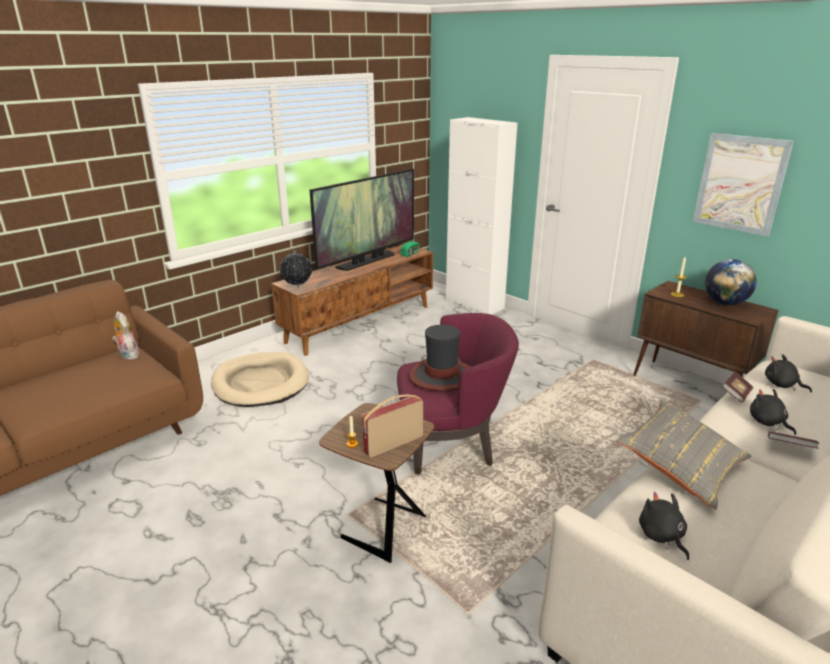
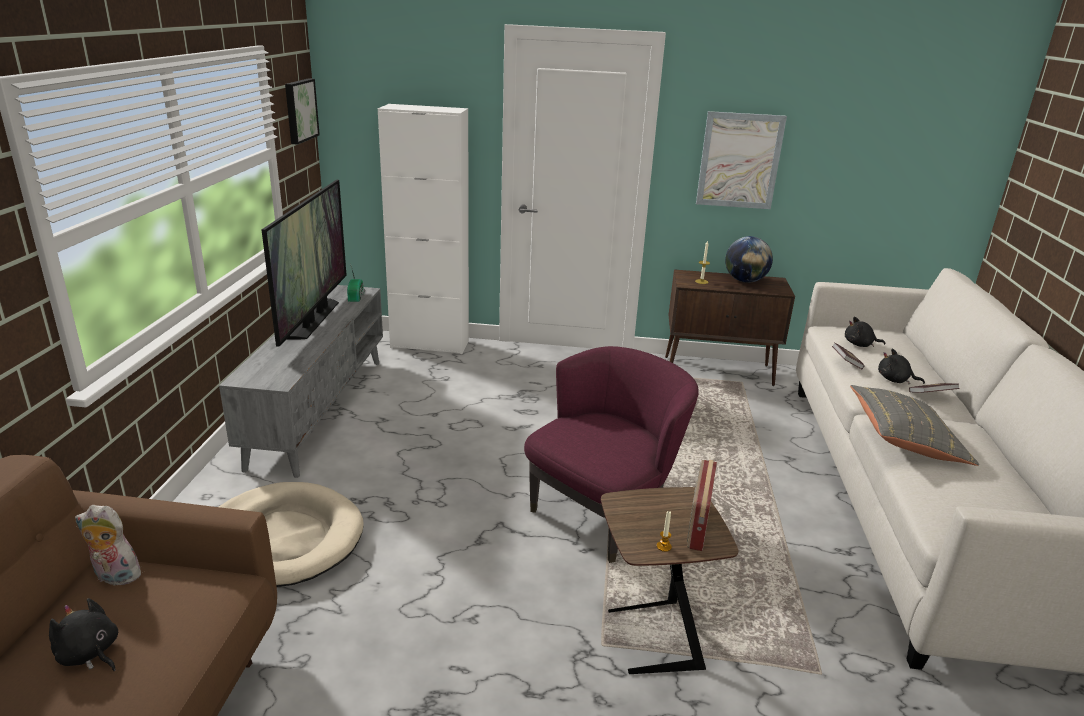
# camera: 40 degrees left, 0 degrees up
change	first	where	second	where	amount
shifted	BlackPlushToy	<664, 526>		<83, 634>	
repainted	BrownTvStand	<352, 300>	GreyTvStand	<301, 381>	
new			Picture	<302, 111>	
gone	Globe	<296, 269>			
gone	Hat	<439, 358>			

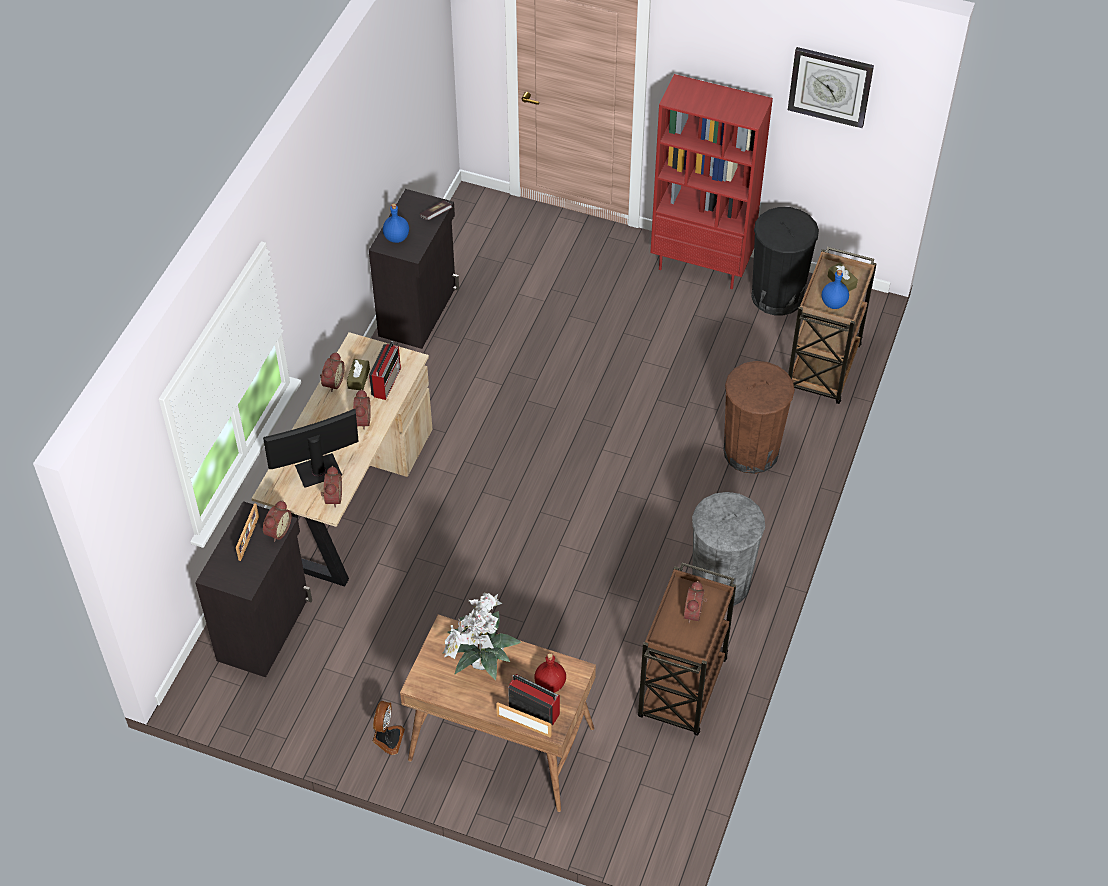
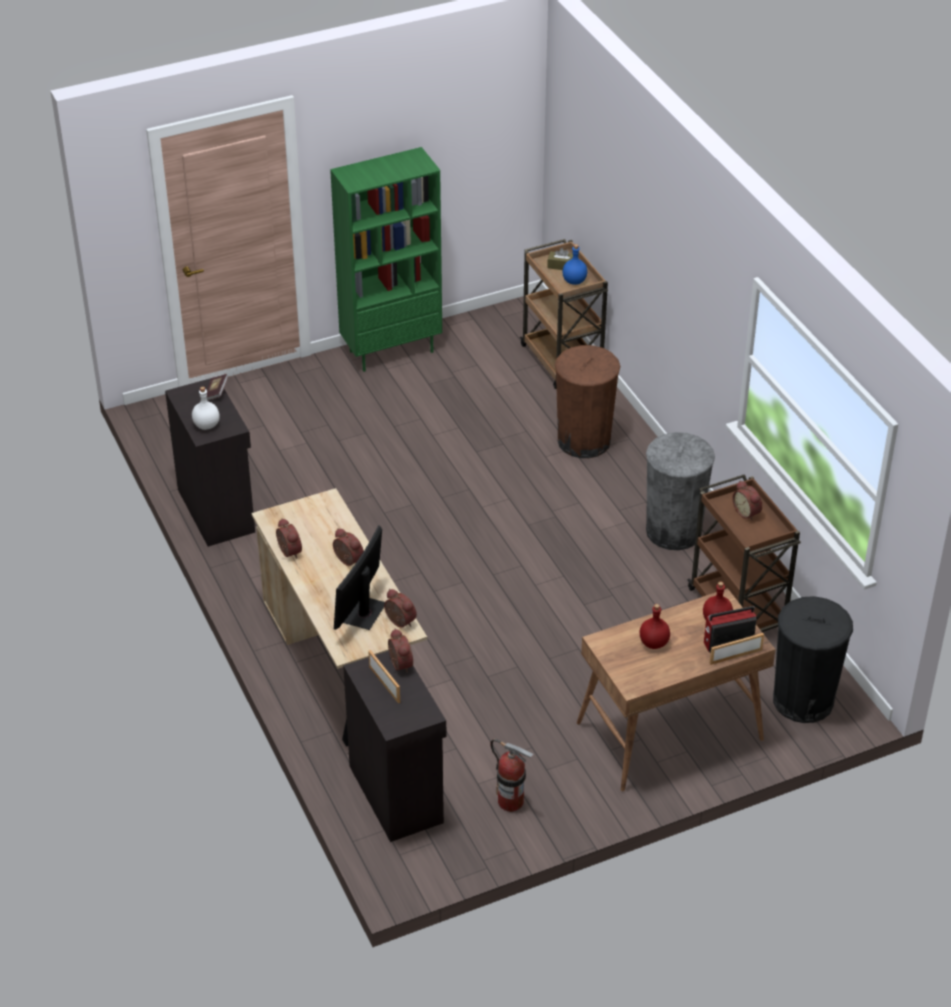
# camera: 45 degrees left, 10 degrees down
change	first	where	second	where	amount
repainted	BlueBottle	<396, 223>	WhiteBottle	<206, 408>	
repainted	RedBookcase	<711, 181>	GreenBookcase	<386, 259>	
new			FireExtinguisher	<512, 775>	
swapped	PottedPlant	<482, 636>	RedBottle	<655, 626>	
shifted	BlackTrashCan	<785, 261>		<813, 659>	
gone	BrownTissueBox	<358, 374>			
gone	Radio	<385, 370>			
gone	Fan	<389, 728>			
gone	WallClock	<831, 87>			

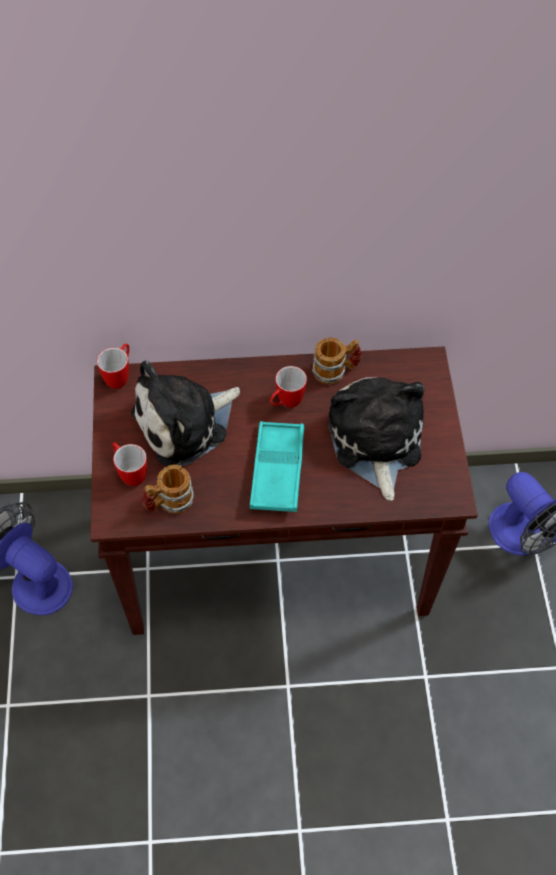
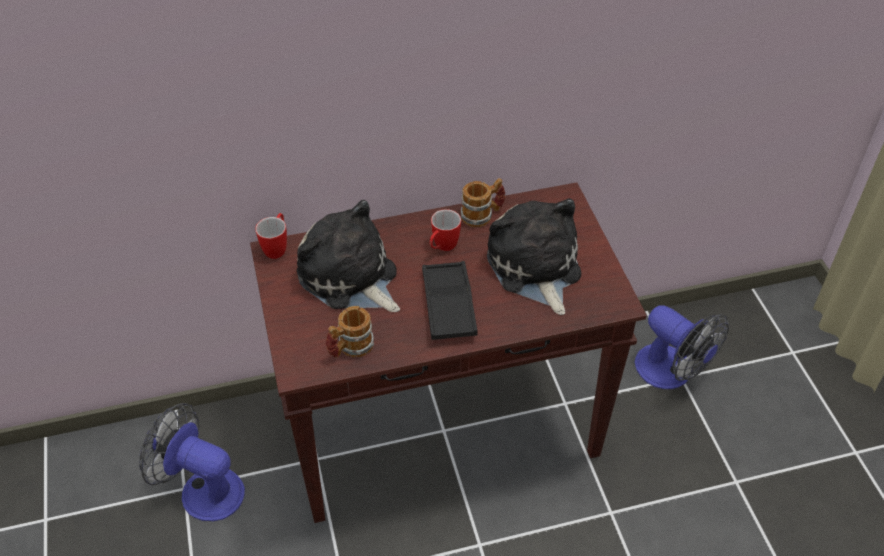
# camera: 10 degrees left, 10 degrees down
change	first	where	second	where	amount
rotated	PlushToy	<185, 413>		<348, 256>	90 degrees clockwise
repainted	TurquoiseTray	<277, 466>	BlackTray	<450, 300>	
gone	Mug	<129, 464>			

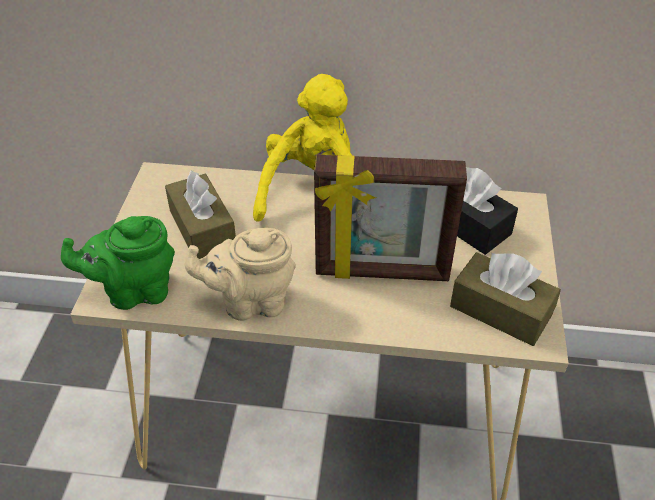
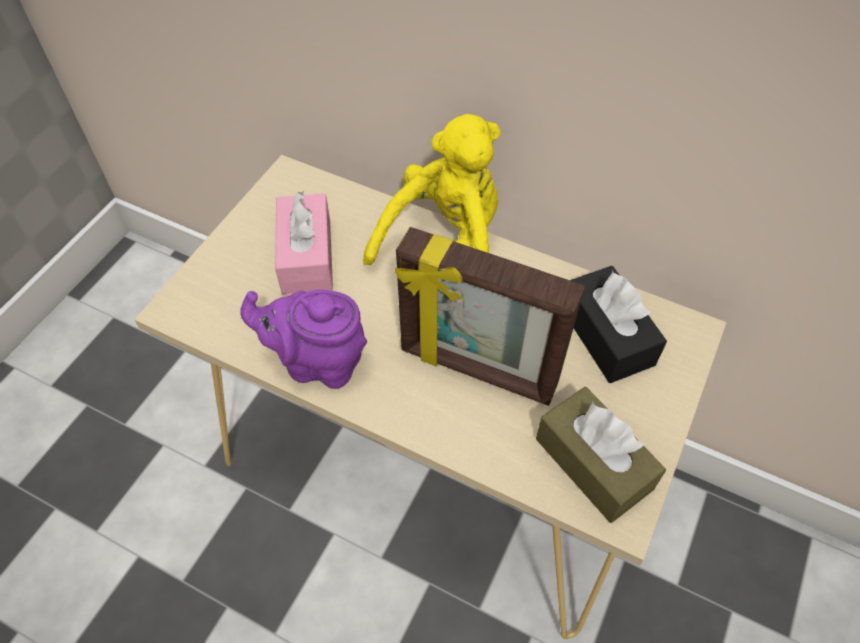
# camera: 20 degrees right, 10 degrees up
change	first	where	second	where	amount
repainted	BeigeTeapot	<240, 274>	PurpleTeapot	<303, 339>	
repainted	BrownTissueBox	<200, 215>	PinkTissueBox	<304, 242>	
gone	GreenTeapot	<118, 263>			

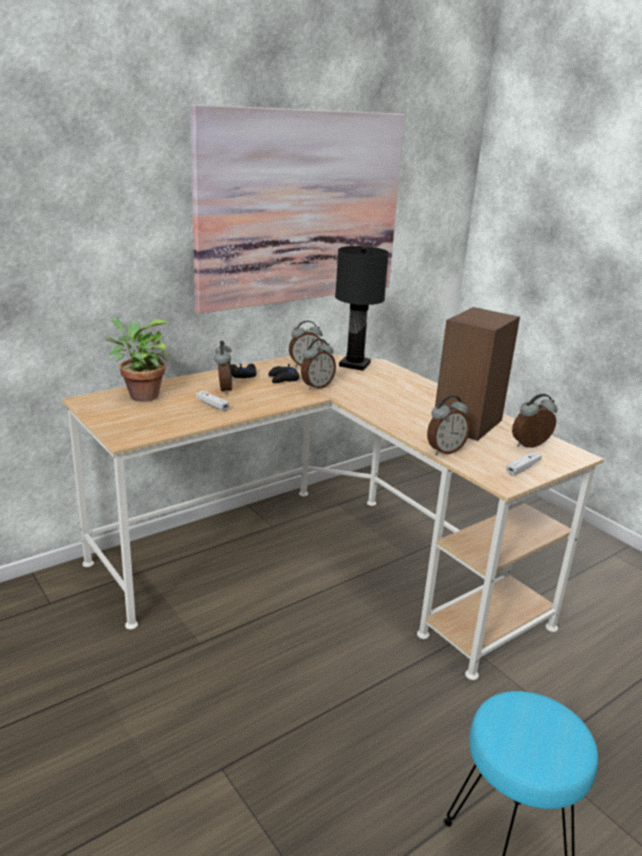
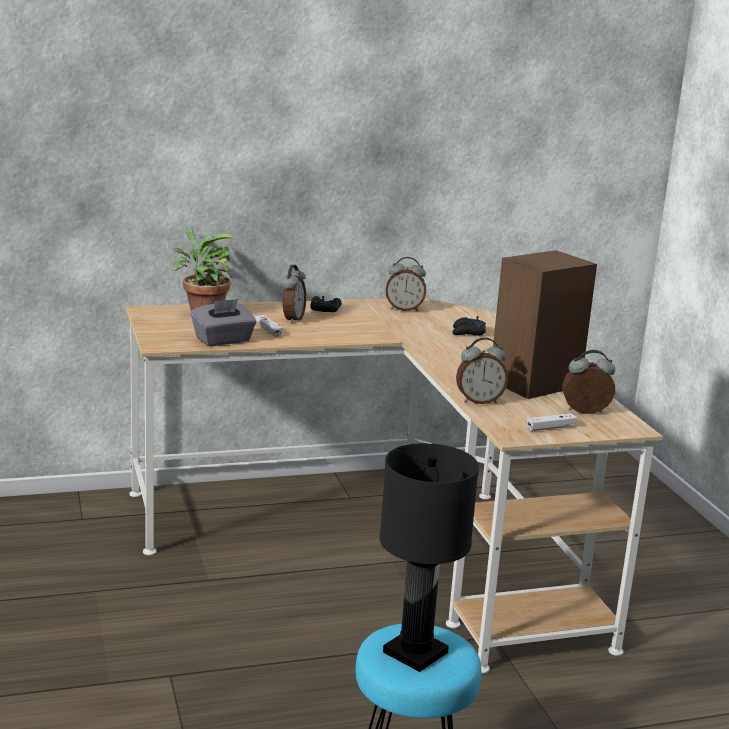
# camera: 20 degrees right, 5 degrees down
change	first	where	second	where	amount
new			GreyTissueBox	<223, 322>	
shifted	BlackTableLamp	<362, 308>		<429, 557>	
shifted	BlackGameController	<284, 373>		<469, 326>	
gone	Picture	<297, 209>			
gone	AlarmClock	<318, 364>			

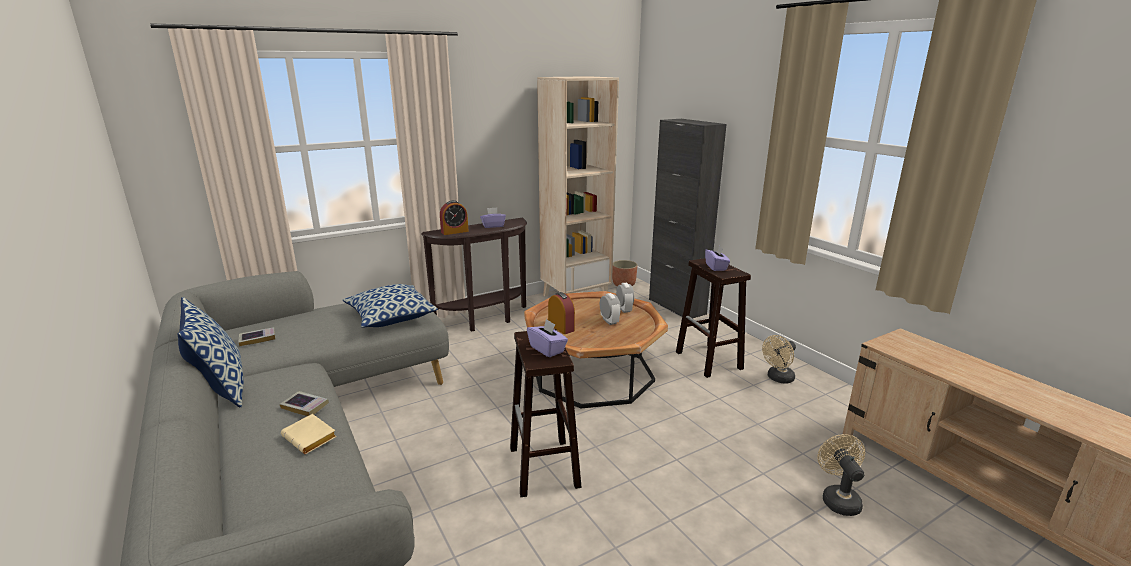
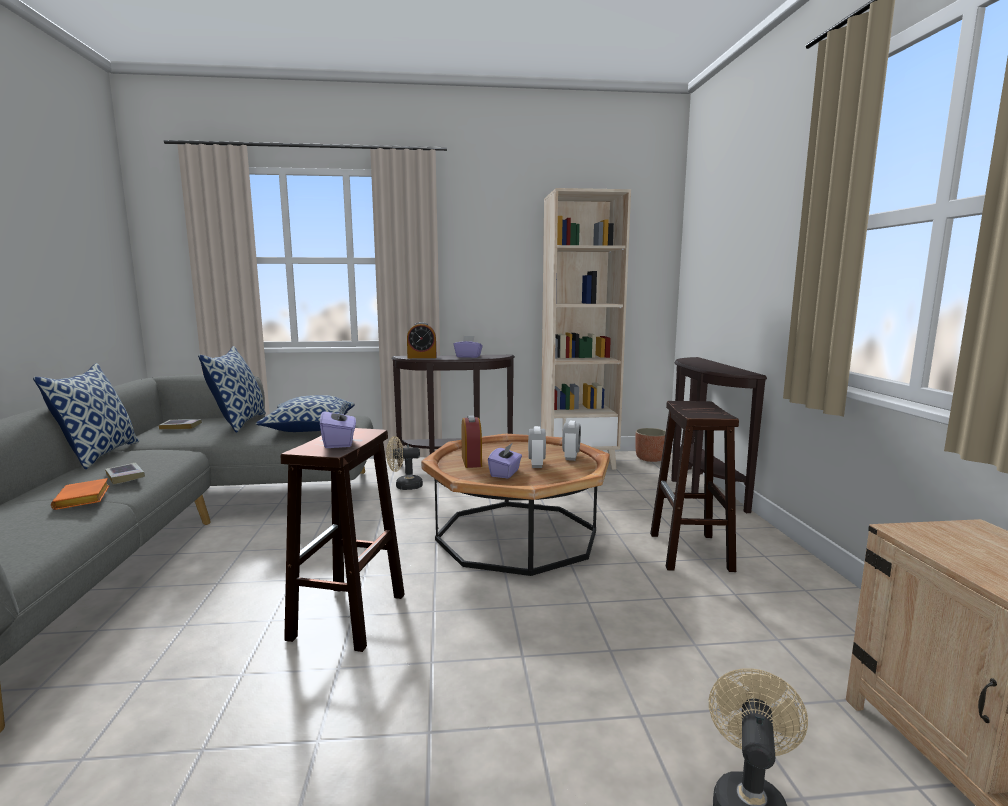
# camera: 25 degrees right, 10 degrees down
change	first	where	second	where	amount
repainted	BeigeBook	<309, 434>	OrangeBook	<80, 494>	
new			Pillow	<232, 389>	
shifted	BeigeFan	<779, 359>		<404, 463>	
shifted	PurpleTissueBox	<717, 258>		<505, 461>	
swapped	BlackCabinet	<688, 218>	BrownConsoleTable	<719, 435>	

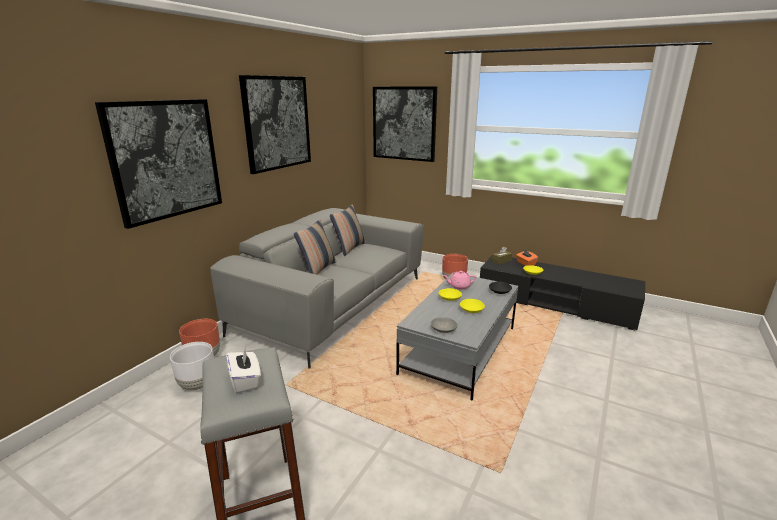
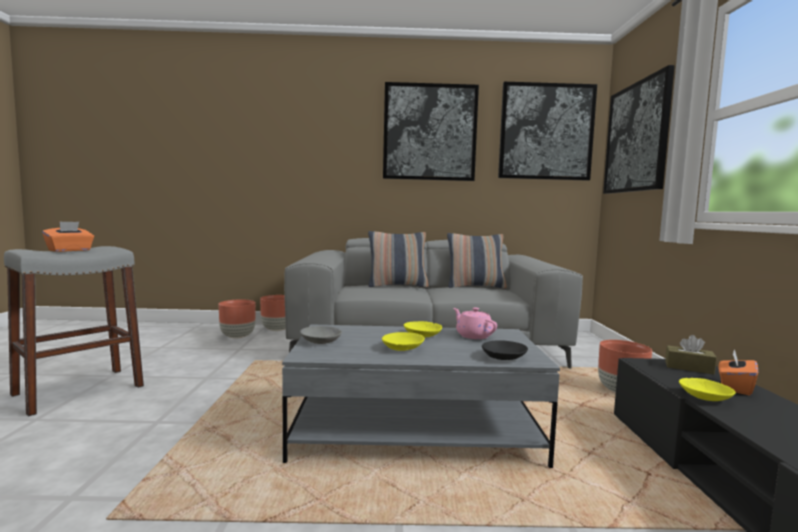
# camera: 60 degrees right, 15 degrees down
change	first	where	second	where	amount
repainted	WhiteTissueBox	<243, 369>	OrangeTissueBox	<68, 236>	
repainted	WhitePlanter	<192, 366>	BrownPlanter	<237, 319>	
shifted	Picture	<158, 164>		<547, 131>	

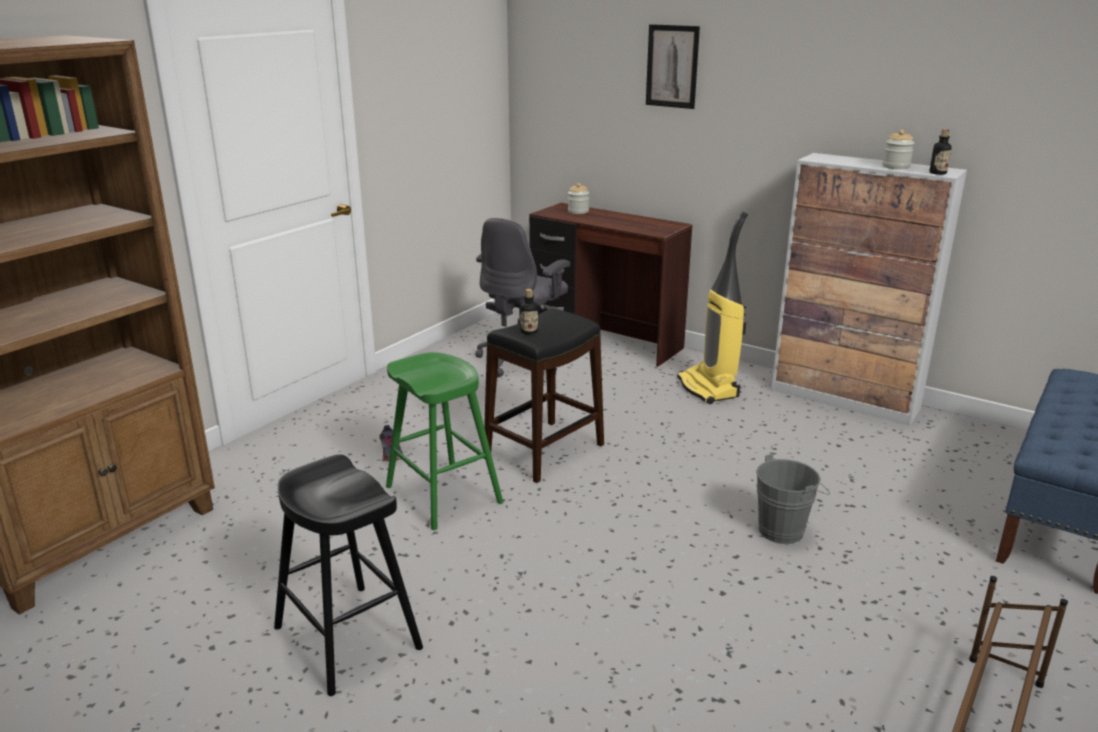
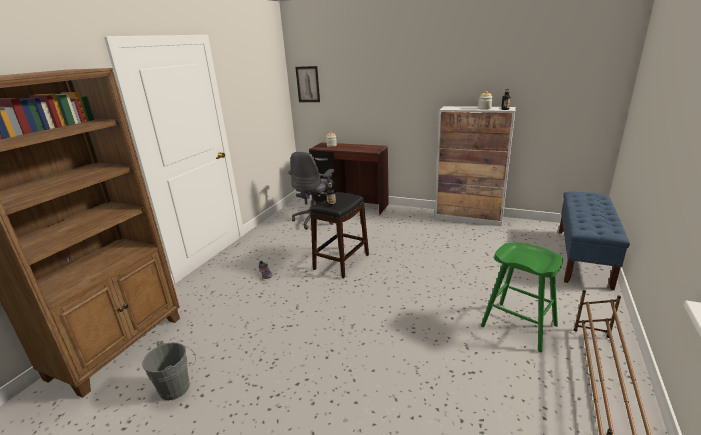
# camera: 10 degrees left, 0 degrees up
change	first	where	second	where	amount
shifted	GreyBucket	<793, 499>		<169, 371>	
shifted	Picture	<673, 66>		<307, 84>	
shifted	GreenStool	<444, 441>		<522, 297>	
gone	BlackStool	<348, 575>			
gone	VacuumCleaner	<712, 307>			

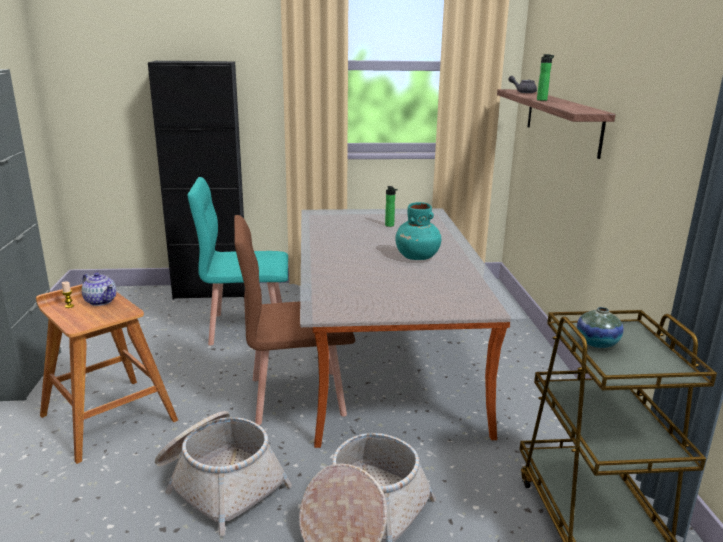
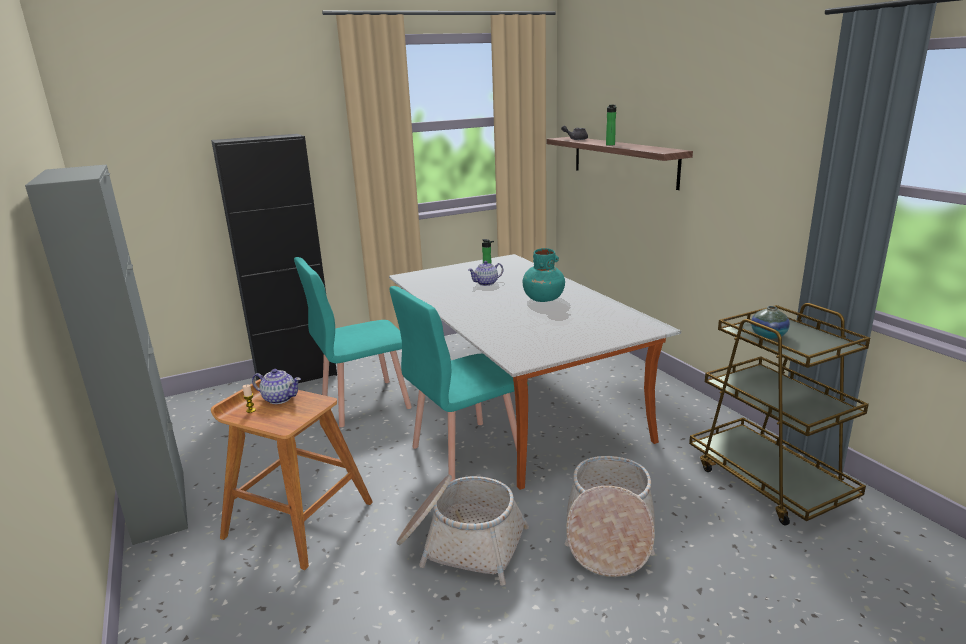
# camera: 20 degrees left, 0 degrees up
change	first	where	second	where	amount
repainted	BrownChair	<294, 320>	TurquoiseChair	<459, 384>	
new			Teapot	<485, 273>	

